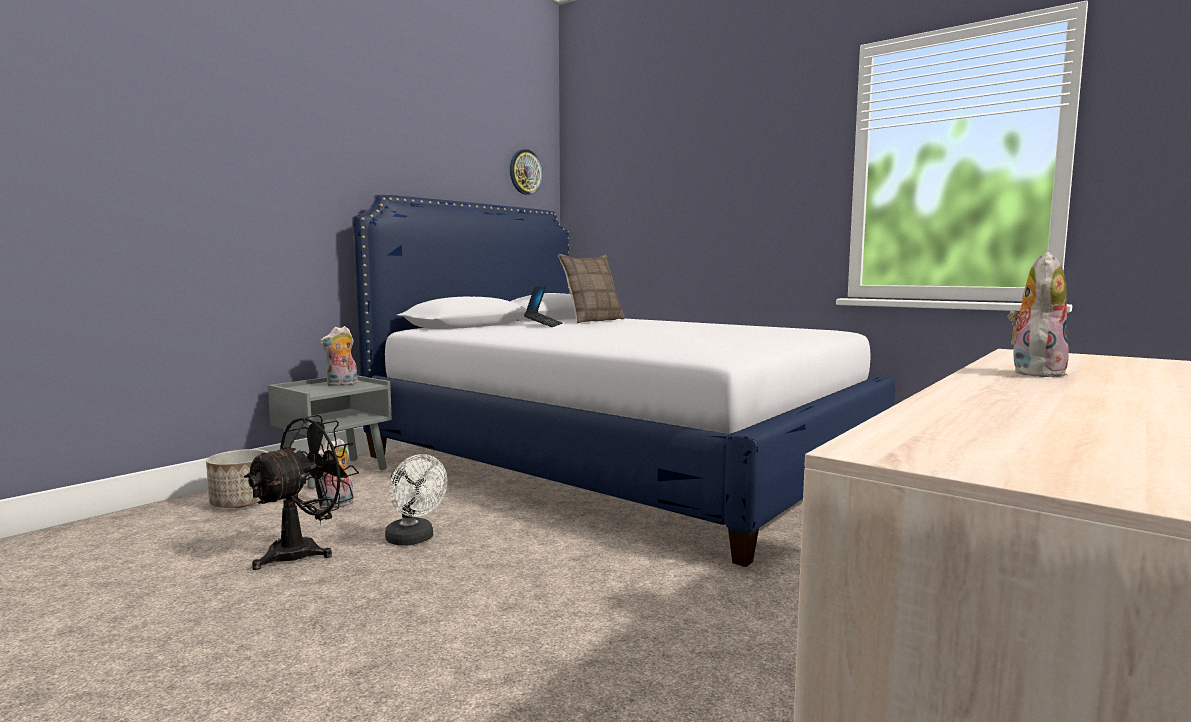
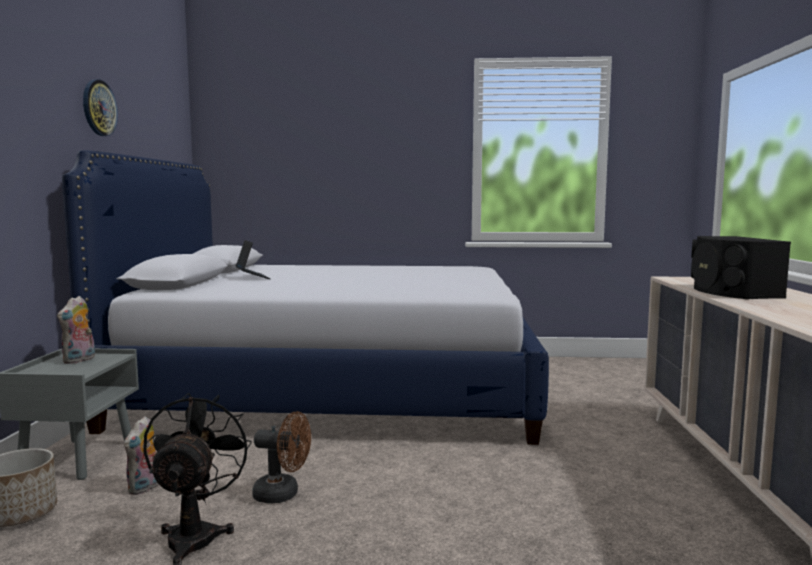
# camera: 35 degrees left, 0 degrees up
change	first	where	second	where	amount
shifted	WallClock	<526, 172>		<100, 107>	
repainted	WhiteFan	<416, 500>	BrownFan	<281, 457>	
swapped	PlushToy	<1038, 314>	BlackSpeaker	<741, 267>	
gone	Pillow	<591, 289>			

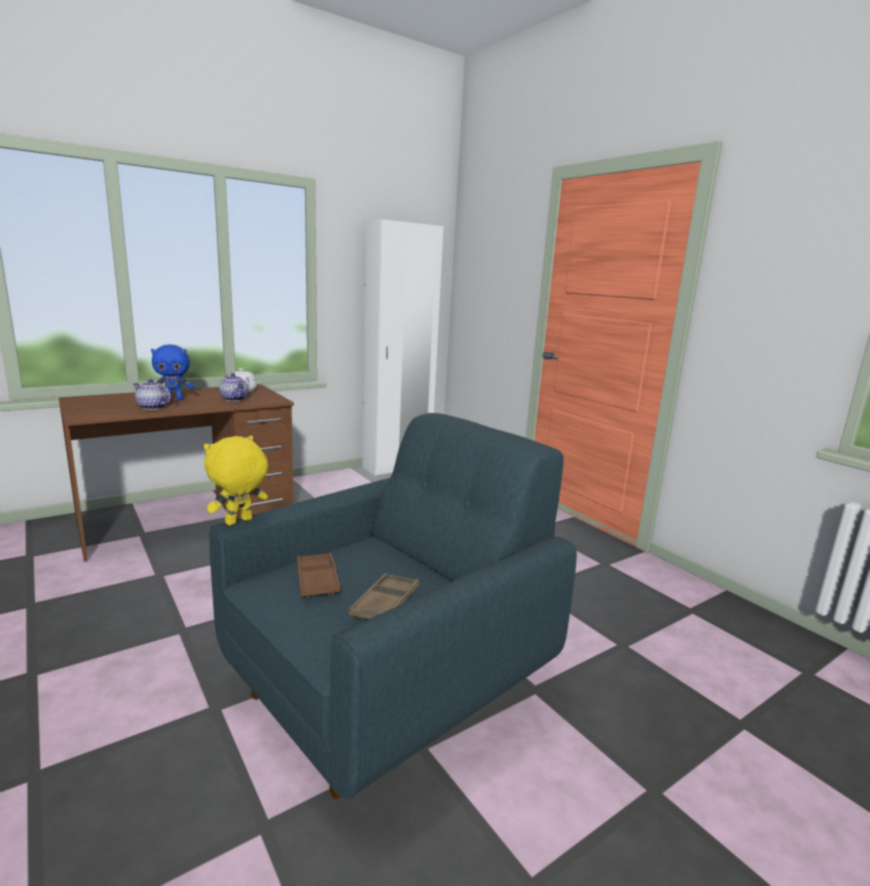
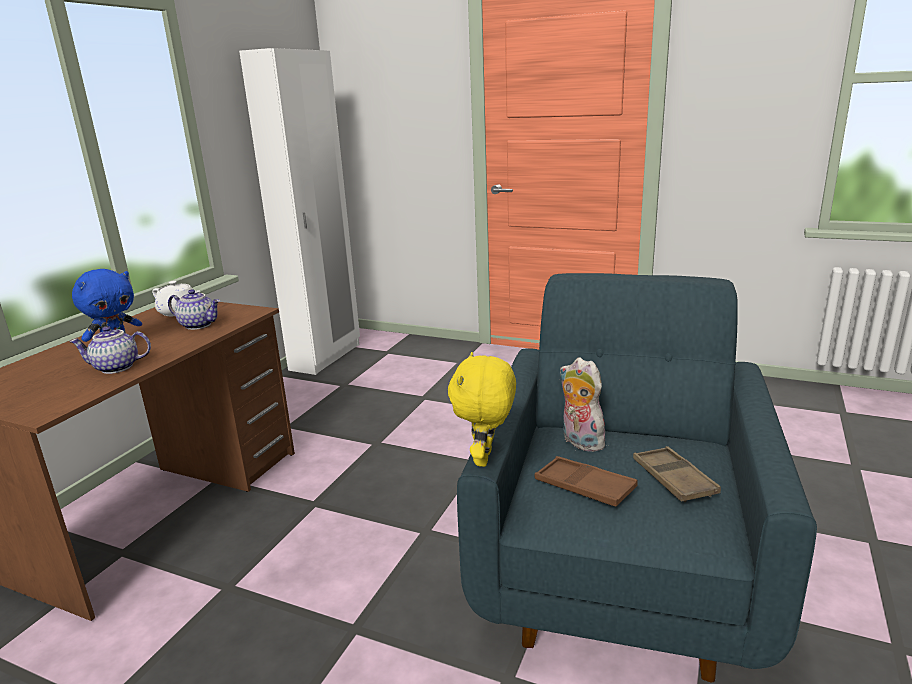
# camera: 30 degrees left, 5 degrees up
change	first	where	second	where	amount
new			PlushToy	<582, 404>	

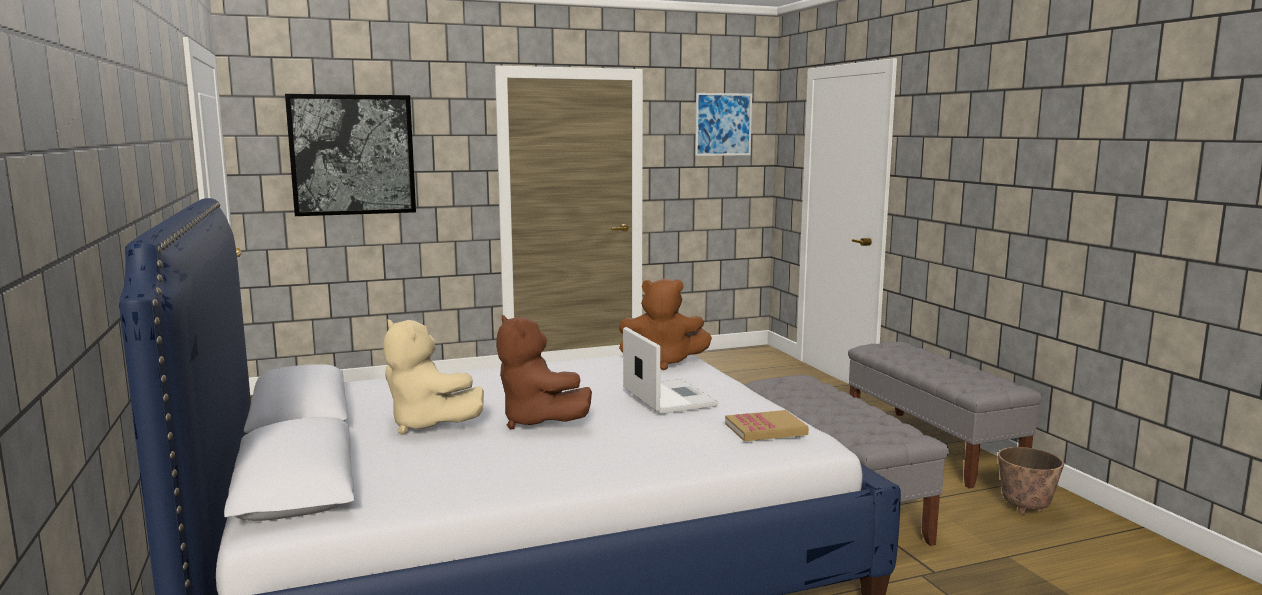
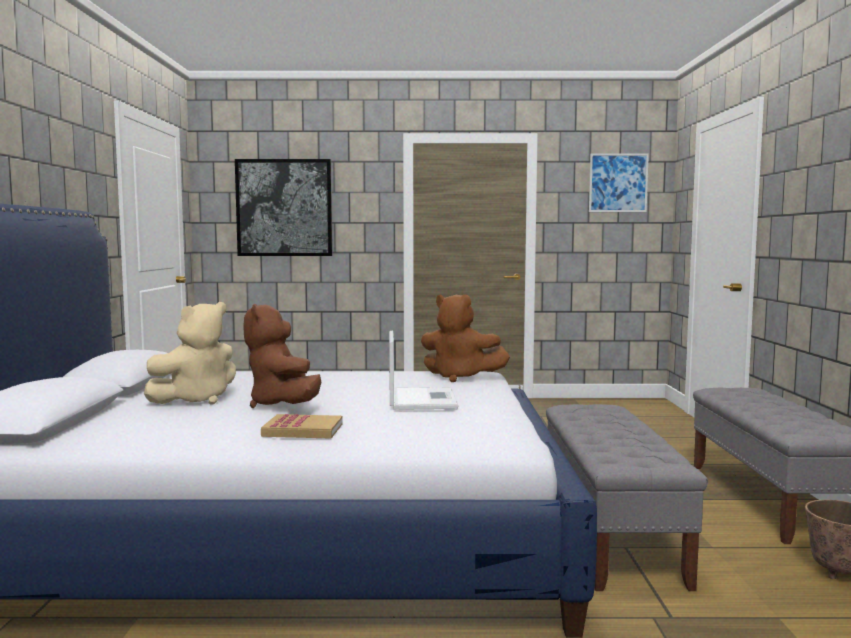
# camera: 20 degrees right, 5 degrees down
change	first	where	second	where	amount
rotated	BeigePlushToy	<433, 377>		<190, 353>	105 degrees counterclockwise
shifted	Book	<767, 426>		<302, 426>	

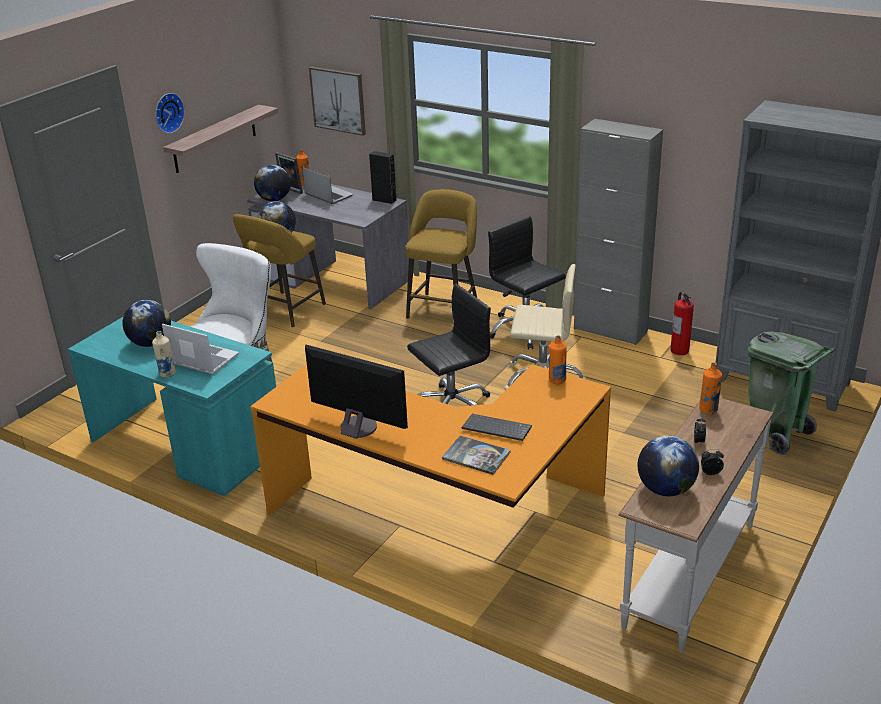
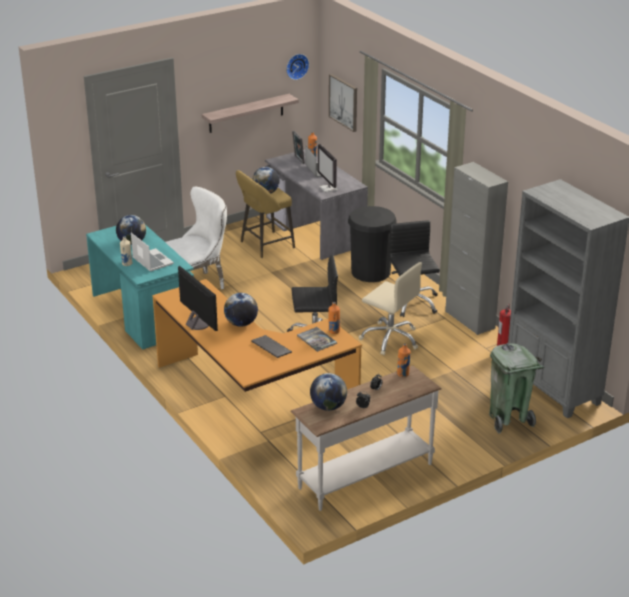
# camera: 25 degrees right, 0 degrees up
change	first	where	second	where	amount
shifted	Globe	<272, 183>		<241, 310>	
shifted	WallClock	<170, 113>		<297, 67>	
shifted	Book	<476, 455>		<317, 339>	
new			Monitor	<328, 168>	
swapped	YellowStool	<441, 254>	BlackTrashCan	<372, 244>	
gone	BlackSpeaker	<383, 177>			

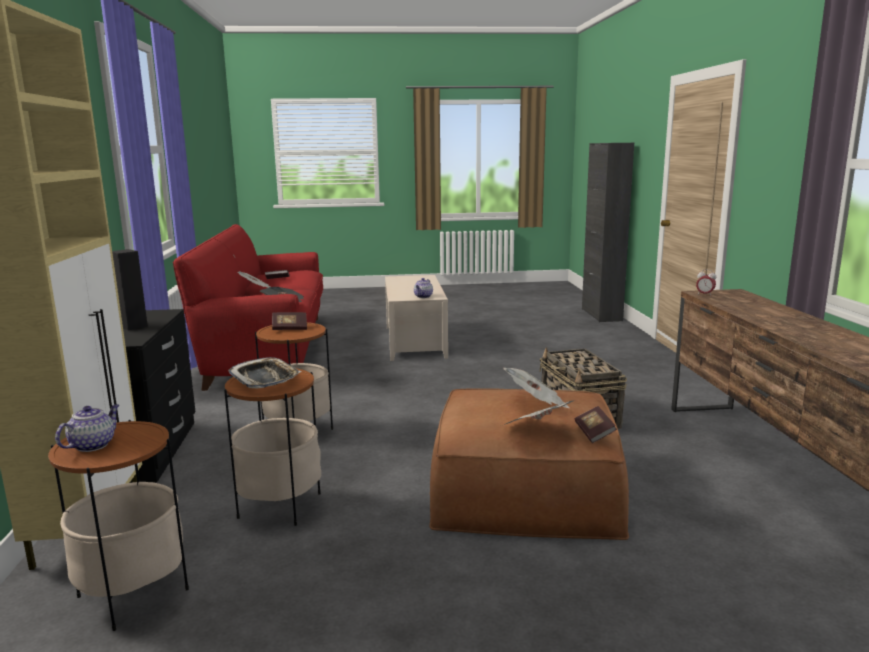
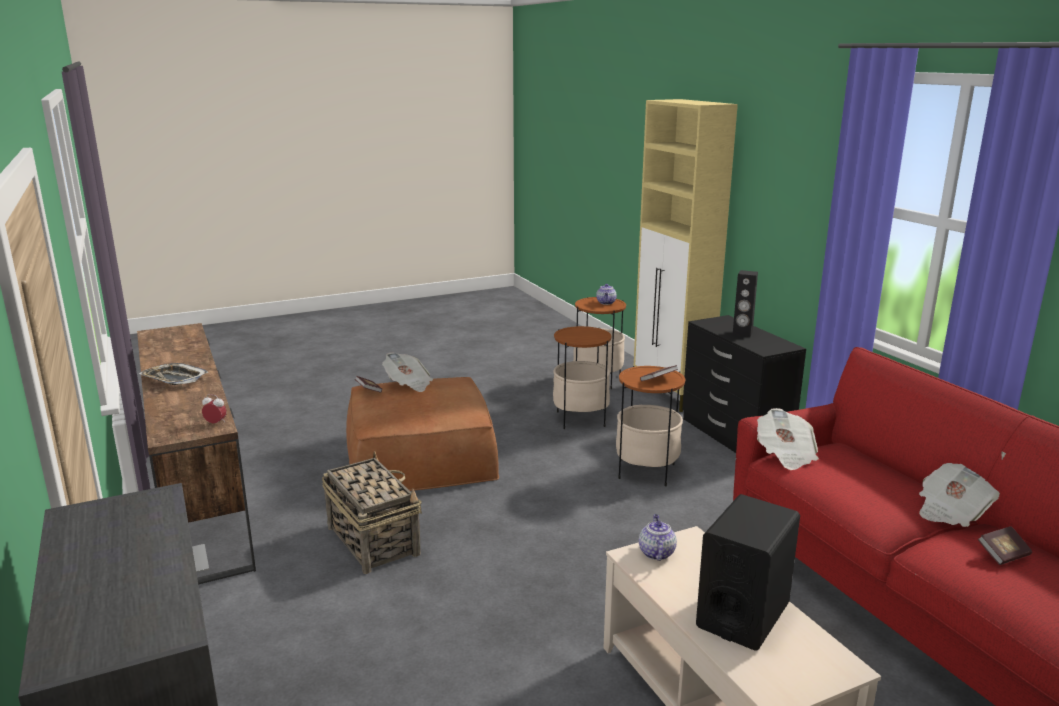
# camera: 160 degrees right, 5 degrees up
change	first	where	second	where	amount
shifted	Tray	<264, 373>		<174, 374>	
new			BlackSpeaker	<748, 572>	
gone	Newspaper	<536, 388>			

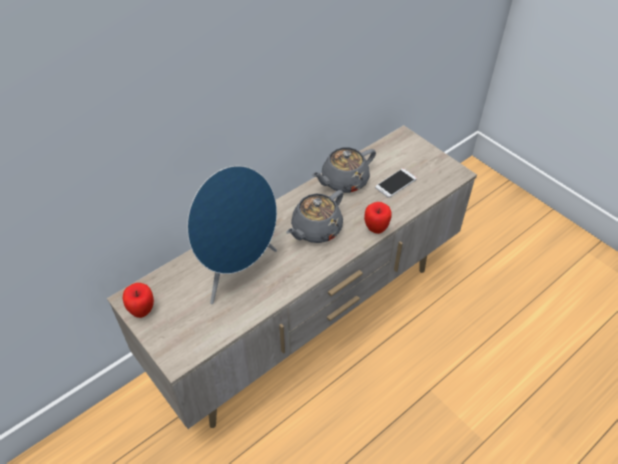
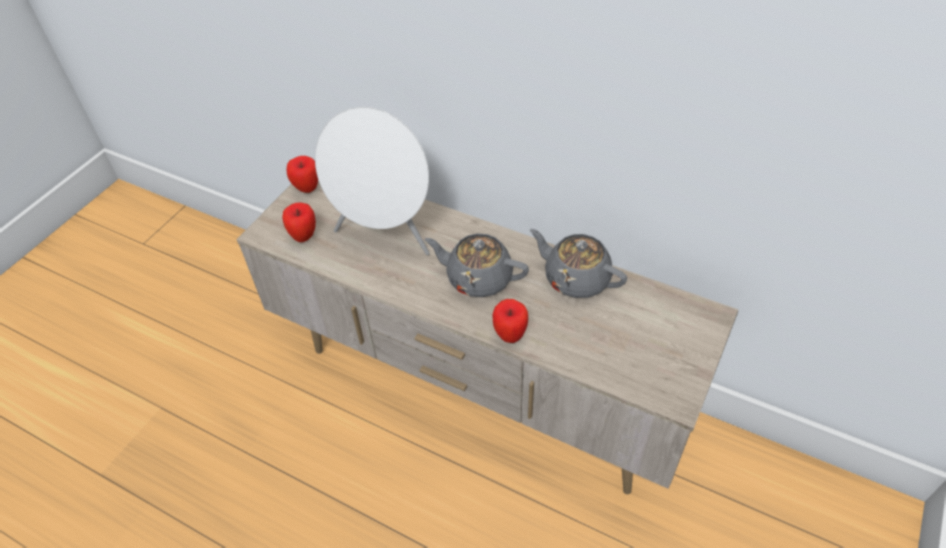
# camera: 70 degrees right, 0 degrees up
change	first	where	second	where	amount
new			Apple	<299, 222>	
repainted	BlueSpeaker	<232, 235>	WhiteSpeaker	<372, 181>	
gone	Phone	<396, 183>			

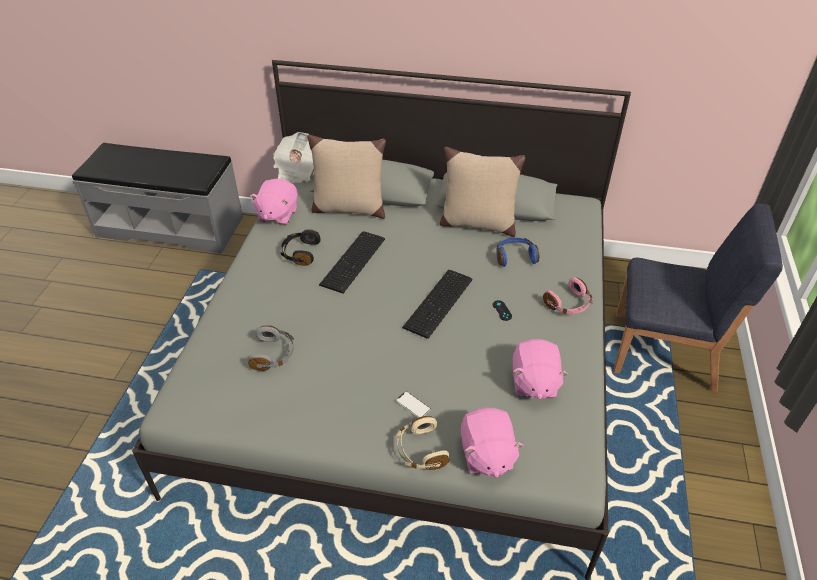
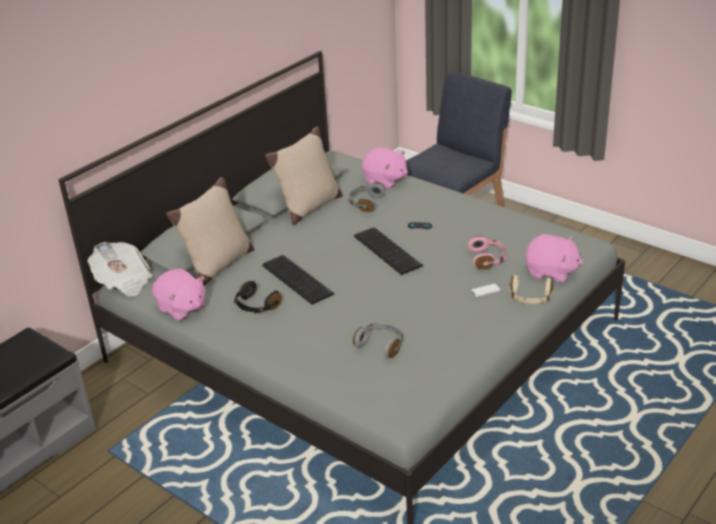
# camera: 60 degrees left, 10 degrees down
change	first	where	second	where	amount
repainted	BlueHeadphones	<517, 252>	GreyHeadphones	<366, 197>	
shifted	PinkPlushToy	<540, 369>		<385, 167>	
shifted	PinkHeadphones	<568, 296>		<487, 252>	

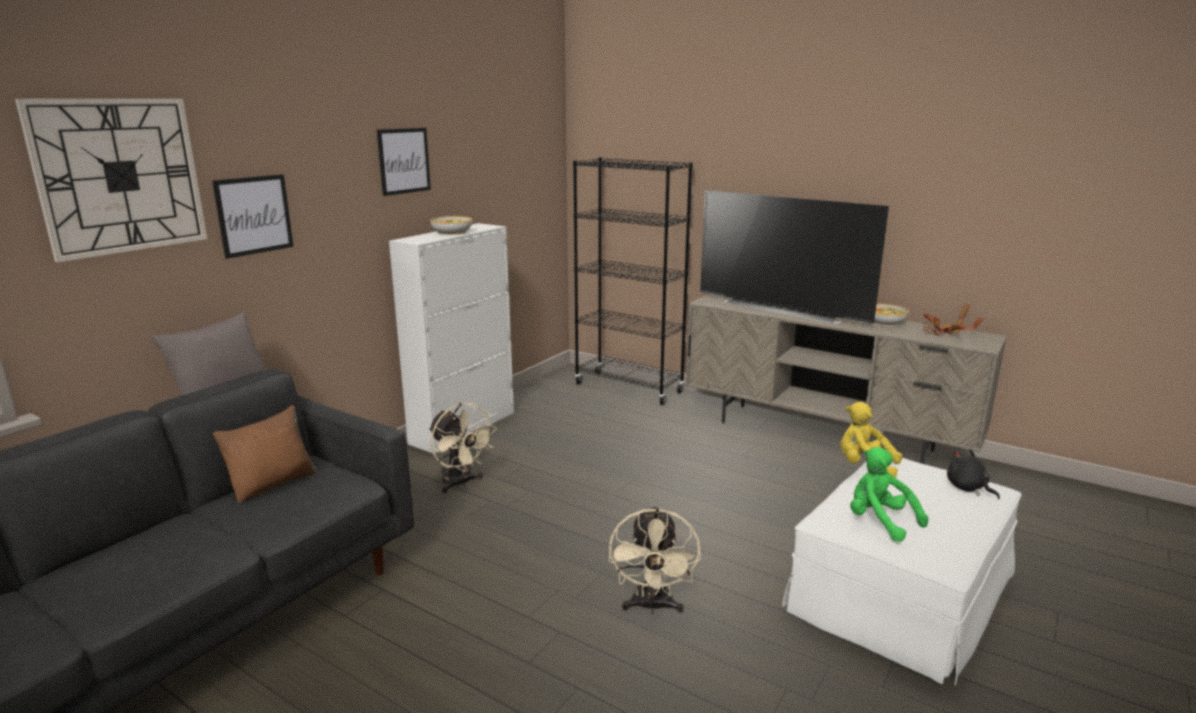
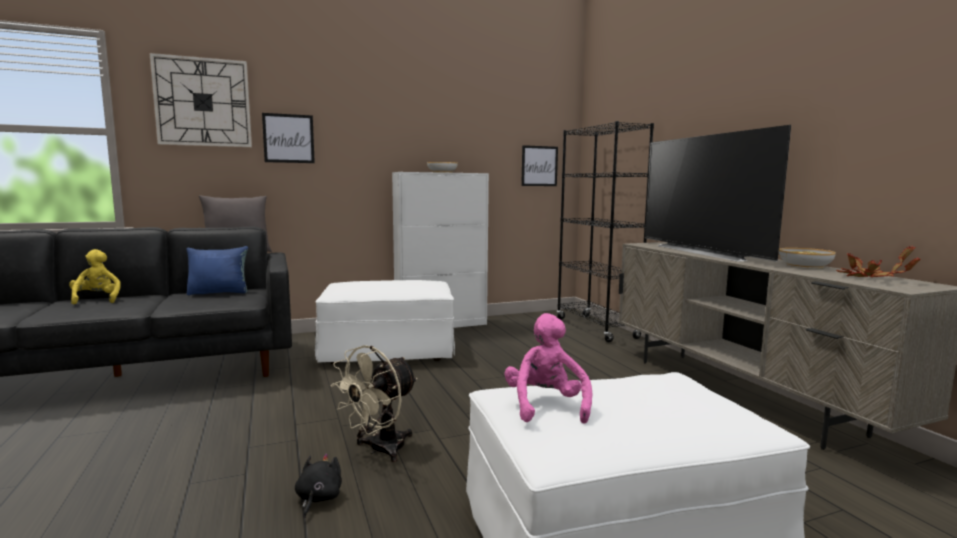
# camera: 35 degrees right, 10 degrees down
change	first	where	second	where	amount
shifted	YellowPlushToy	<871, 440>		<95, 276>	
repainted	BrownPillow	<264, 454>	BluePillow	<217, 270>	
shifted	BlackPlushToy	<973, 474>		<318, 485>	
swapped	BeigeFan	<463, 448>	WhiteOttoman	<385, 322>	
repainted	GreenPlushToy	<889, 494>	PinkPlushToy	<548, 368>	
shifted	Picture	<404, 162>		<539, 165>	

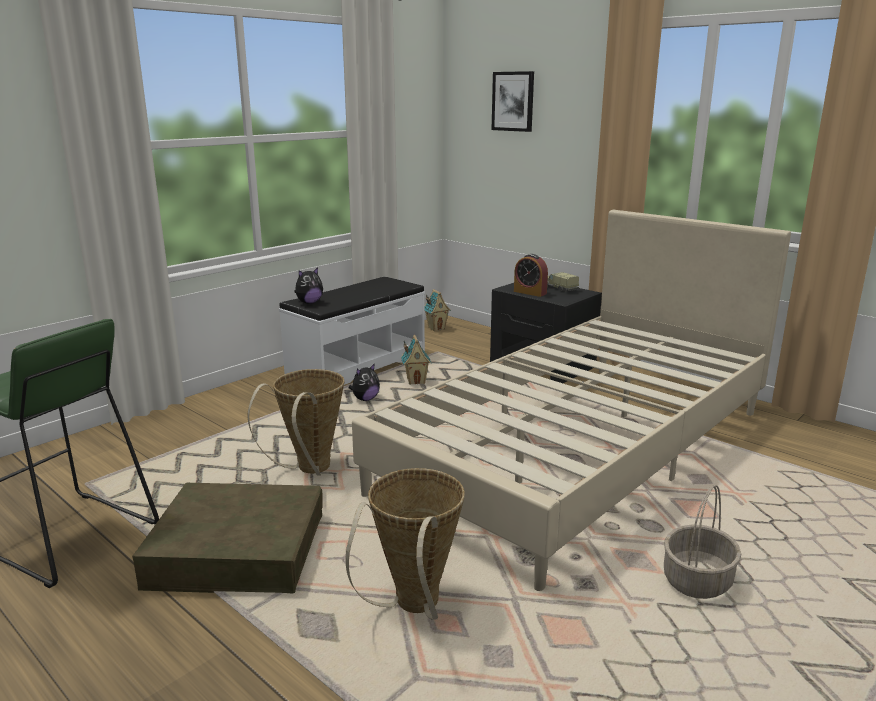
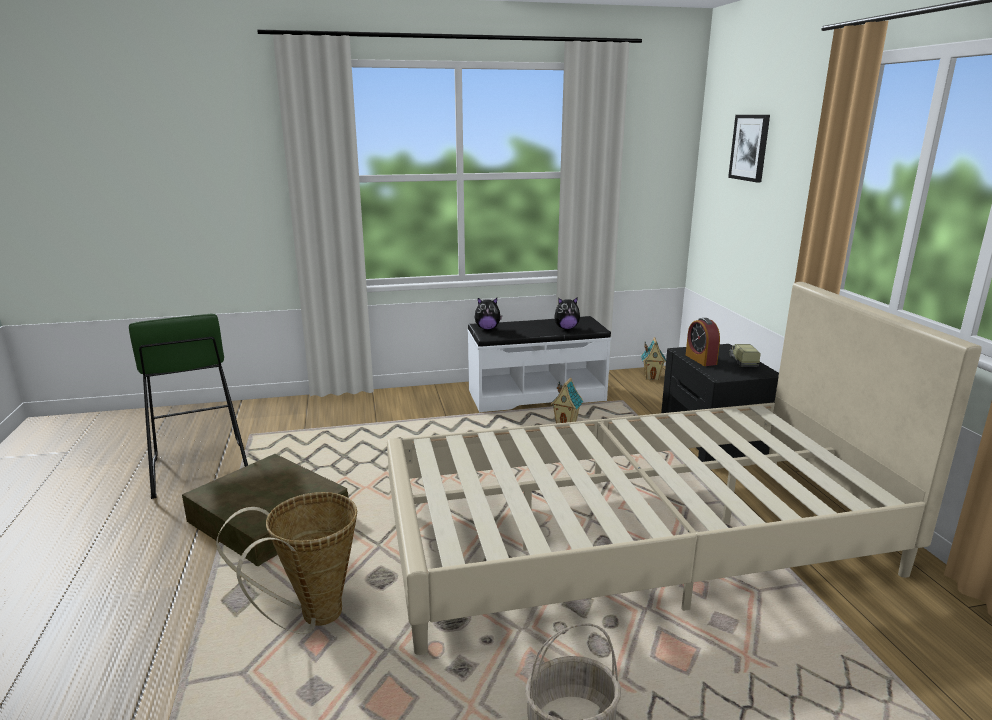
# camera: 35 degrees right, 0 degrees up
change	first	where	second	where	amount
shifted	PlushToy	<364, 382>		<567, 313>	
gone	Basket	<296, 422>			

